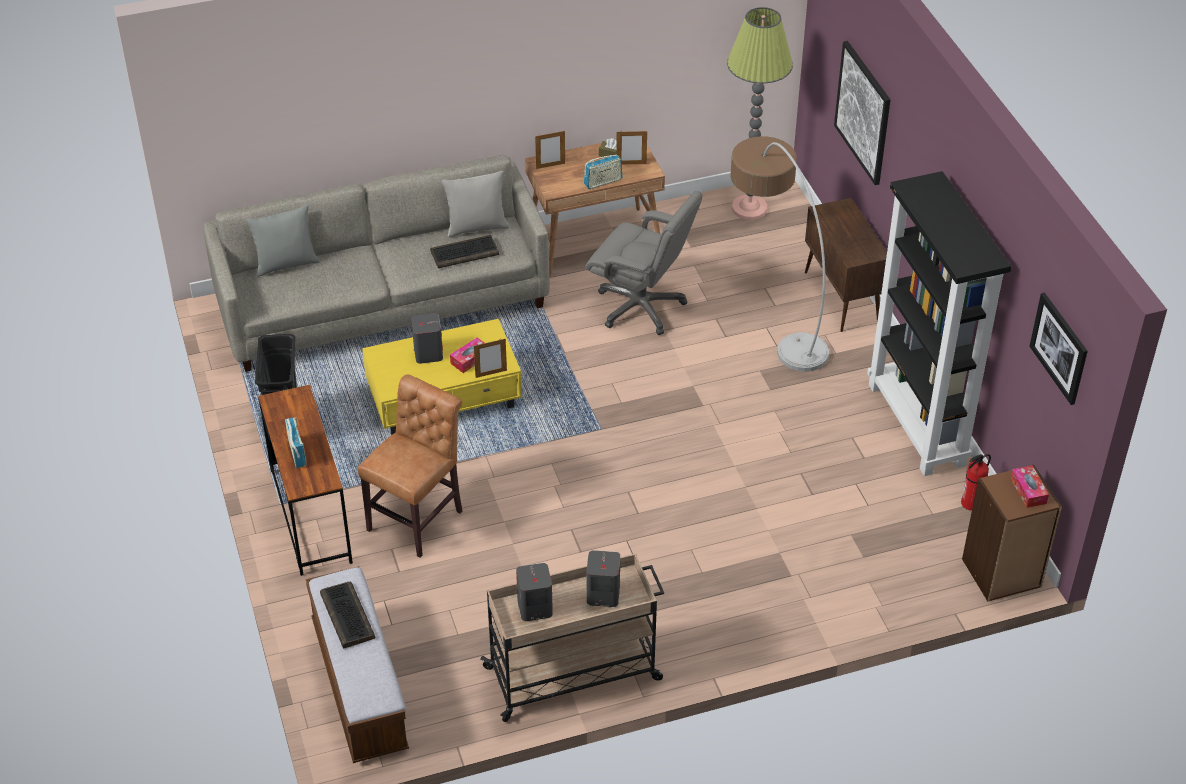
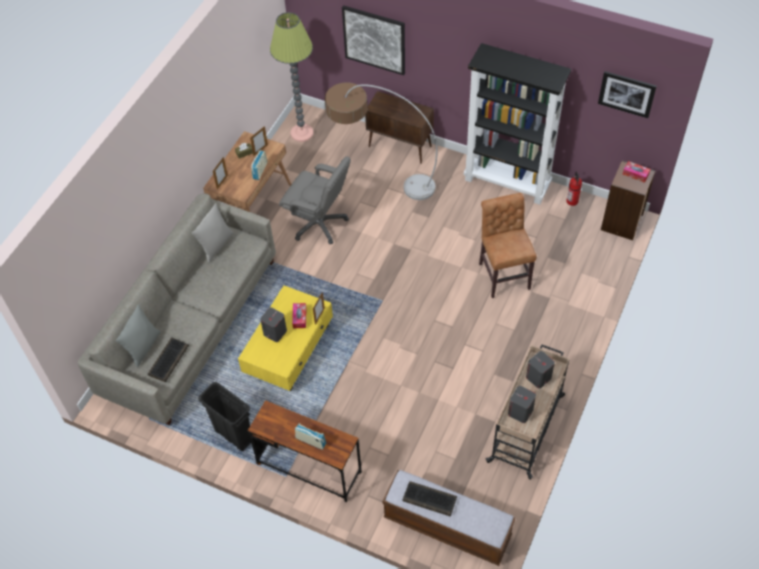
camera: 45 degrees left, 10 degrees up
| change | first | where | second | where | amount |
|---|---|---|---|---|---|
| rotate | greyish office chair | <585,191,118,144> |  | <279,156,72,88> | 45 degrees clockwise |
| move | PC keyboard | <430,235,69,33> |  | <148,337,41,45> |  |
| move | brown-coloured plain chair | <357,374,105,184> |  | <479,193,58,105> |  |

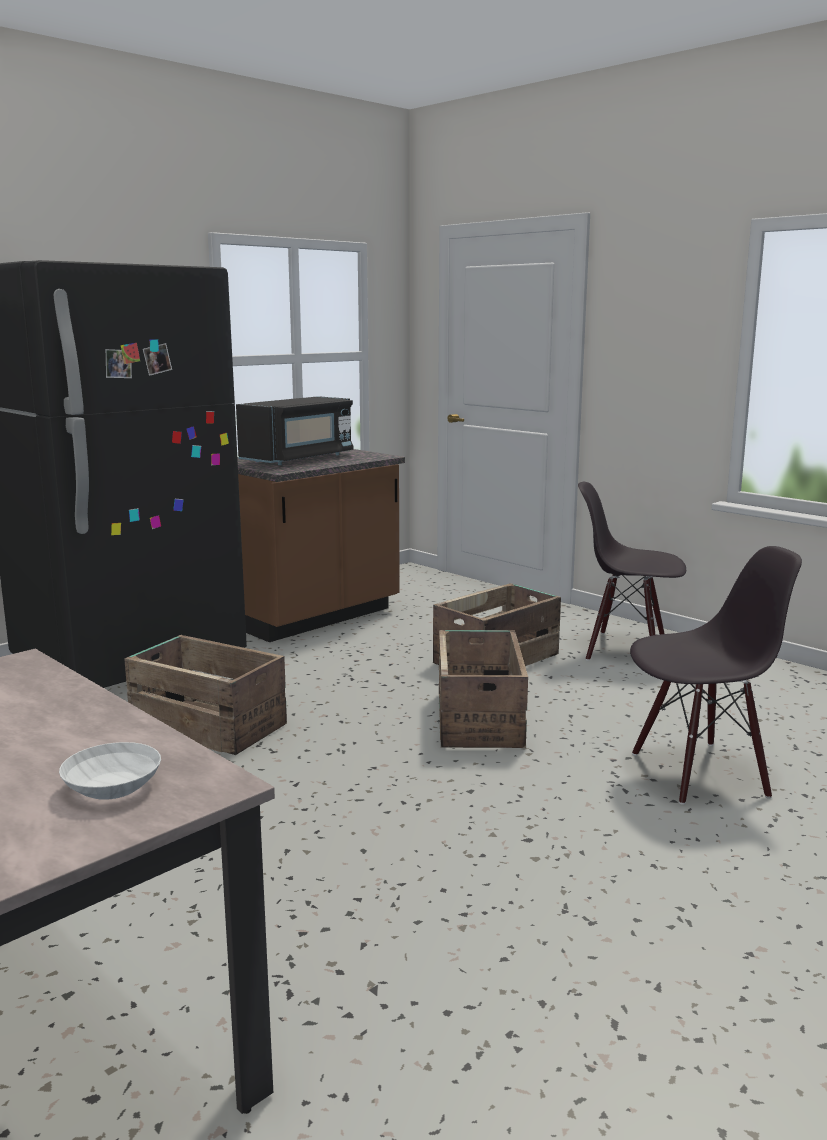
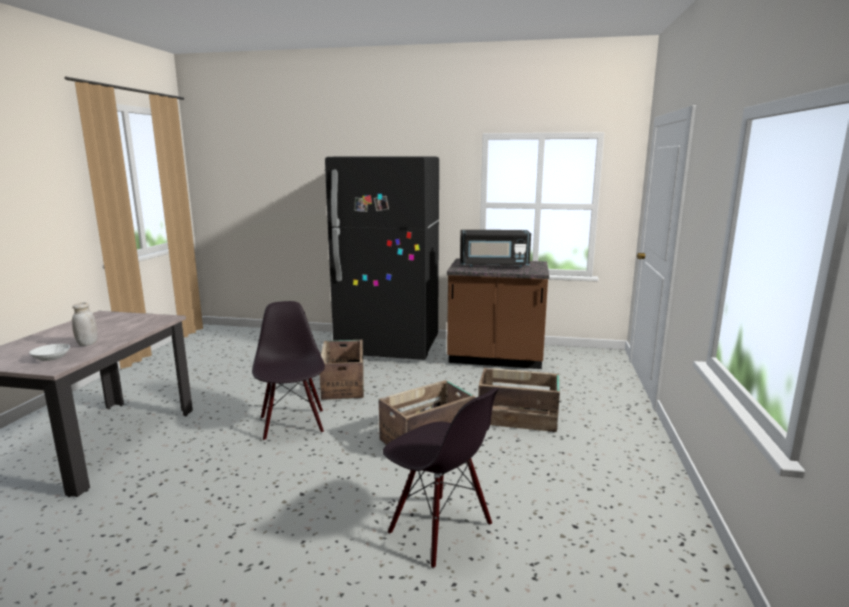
camera: 55 degrees right, 0 degrees up
| change | first | where | second | where | amount |
|---|---|---|---|---|---|
| move | black-coloured plain chair | <578,482,108,179> |  | <252,301,73,140> |  |
| insert |  |  | white-coloured storage jar | <72,302,25,44> |  |

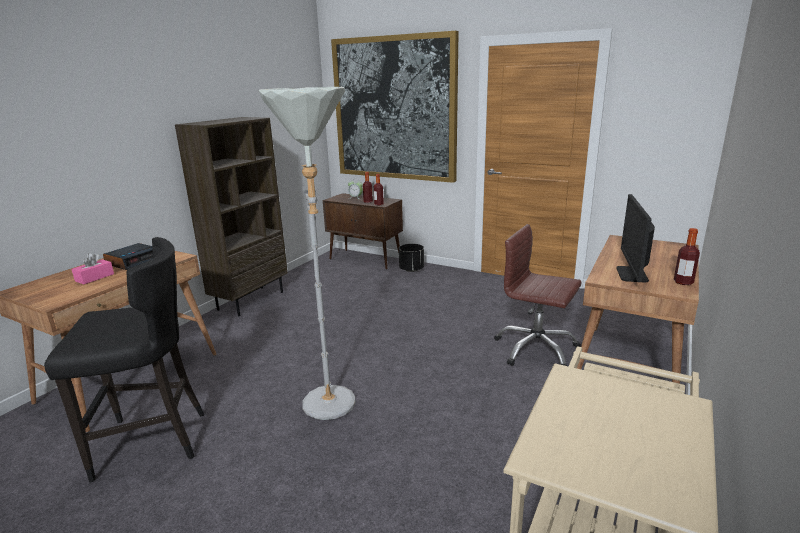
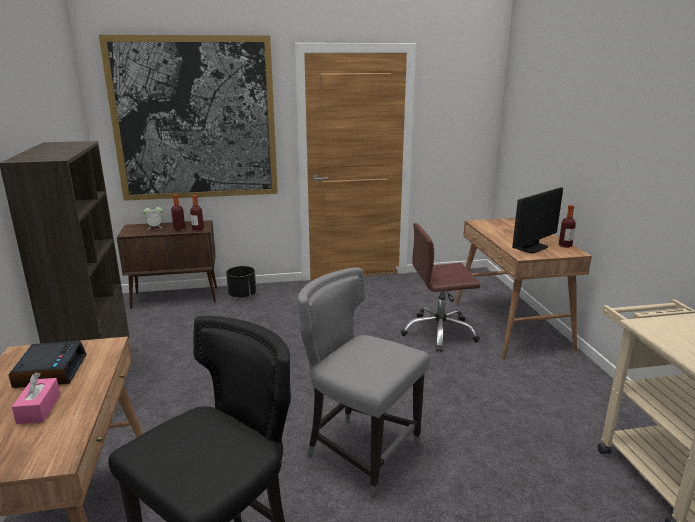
camera: 40 degrees left, 0 degrees up
| change | first | where | second | where | amount |
|---|---|---|---|---|---|
| replace | greyish floor lamp | <259,87,96,333> | greyish plain chair | <298,267,132,232> |  |
| rotate | computer display | <616,194,39,88> |  | <512,187,51,66> | 105 degrees counterclockwise |

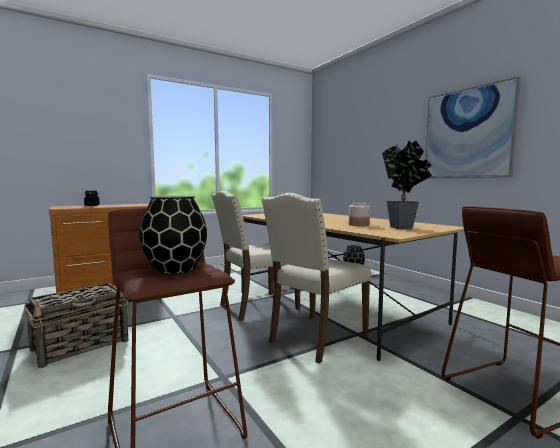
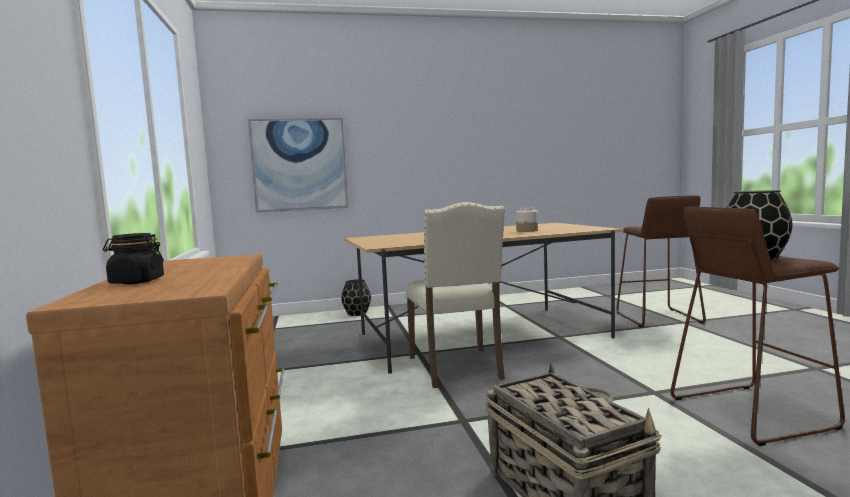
camera: 70 degrees left, 0 degrees up
| change | first | where | second | where | amount |
|---|---|---|---|---|---|
| move | wall picture | <426,76,95,103> |  | <248,118,100,95> |  |
| delete | plant in a pot | <382,141,50,88> |  |  |  |
| delete | sand-coloured plain chair | <261,193,110,170> |  |  |  |

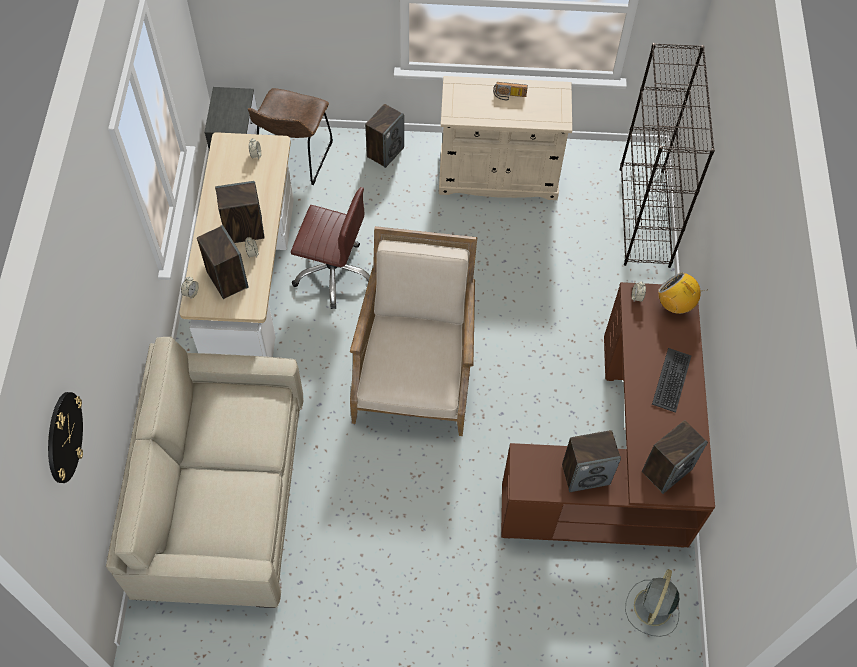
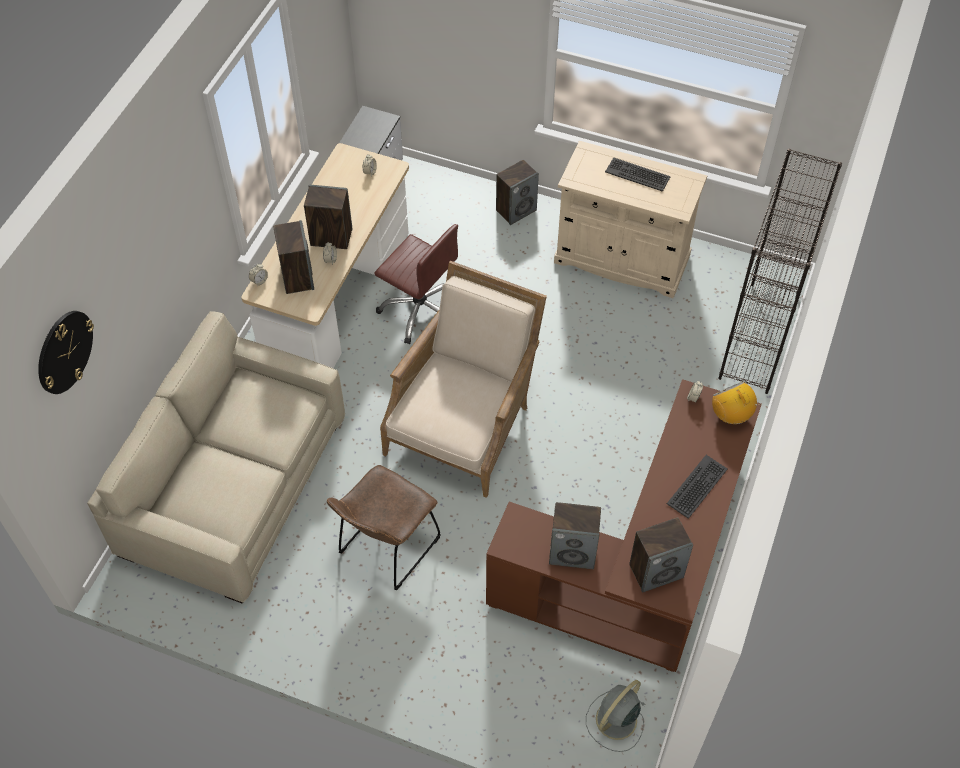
camera: 20 degrees right, 5 degrees down
| change | first | where | second | where | amount |
|---|---|---|---|---|---|
| replace | radio receiver | <493,82,35,18> | PC keyboard | <605,157,65,35> |  |
| move | brown-coloured plain chair | <248,88,85,97> |  | <327,465,113,125> |  |

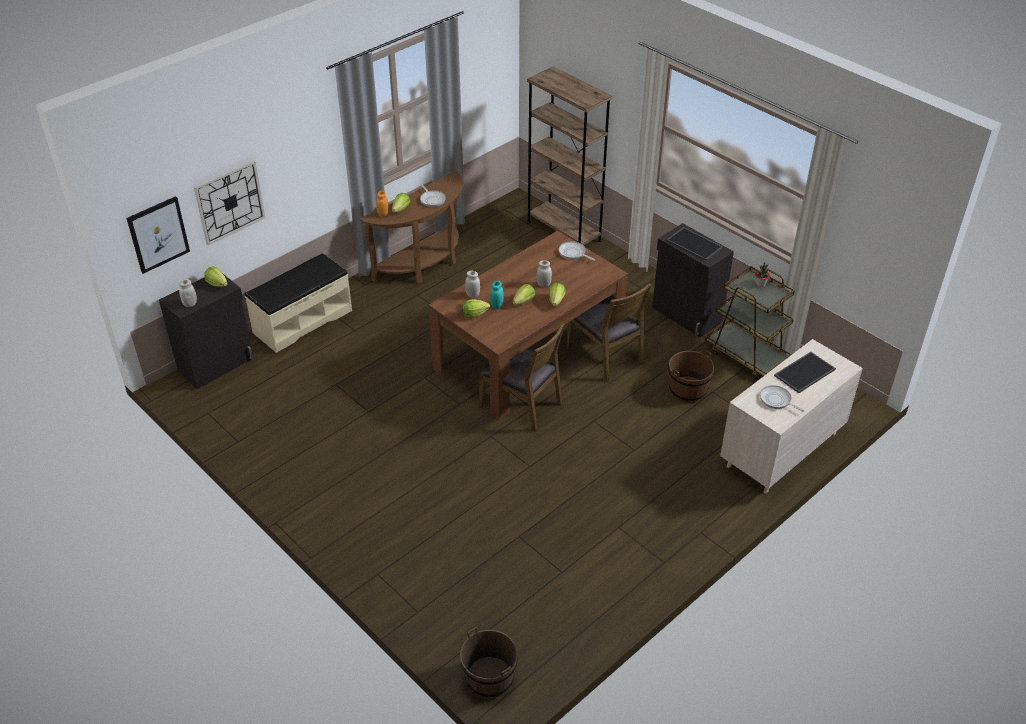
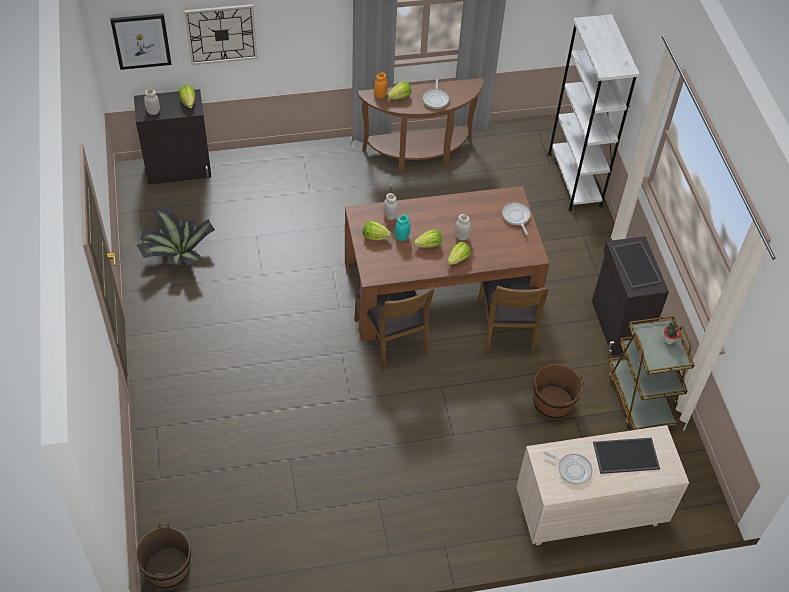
camera: 30 degrees right, 10 degrees up
| change | first | where | second | where | amount |
|---|---|---|---|---|---|
| recolor | brown-coloured bookshelf | <527,67,86,178> | white-coloured bookshelf | <547,14,93,197> |  |
| delete | sand-coloured bench | <245,253,107,100> |  |  |  |
| rotate | pan | <760,385,45,27> |  | <543,451,49,34> | 135 degrees clockwise |
| insert |  |  | plant in a pot | <137,205,78,60> |  |

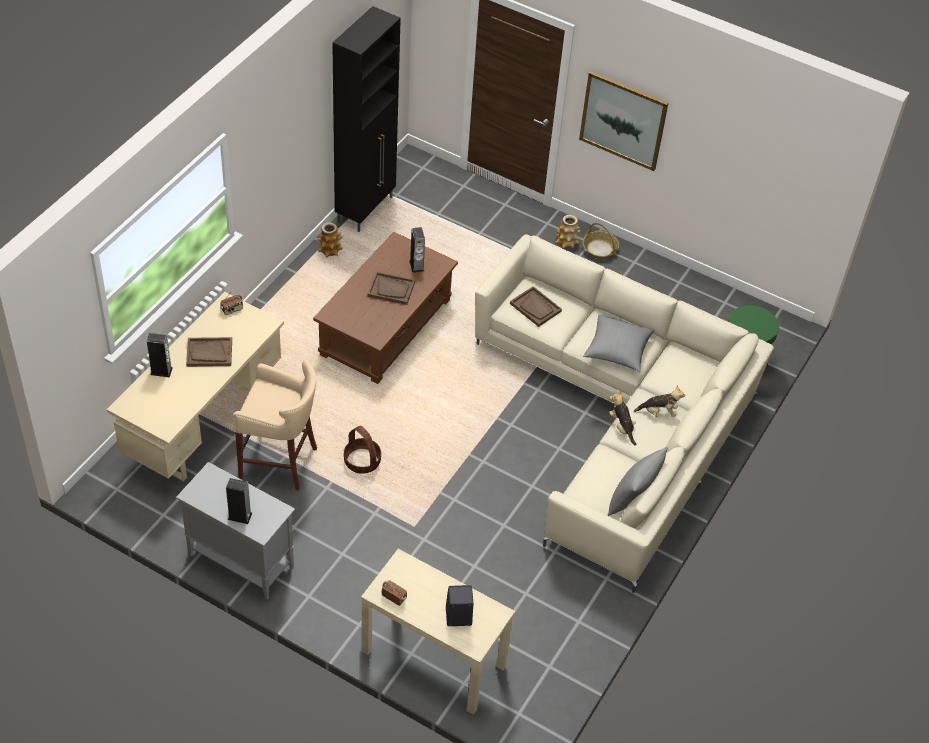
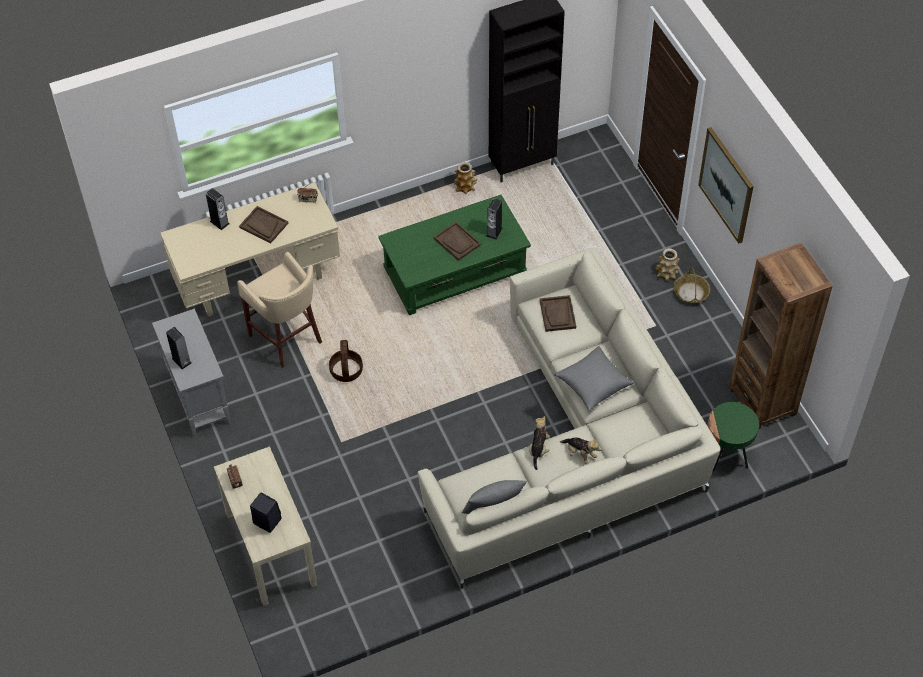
camera: 40 degrees right, 5 degrees up
| change | first | where | second | where | amount |
|---|---|---|---|---|---|
| recolor | brown-coloured low table | <313,232,145,152> | green-coloured low table | <378,195,153,121> |  |
| insert |  |  | brown-coloured bookshelf | <729,243,103,186> |  |

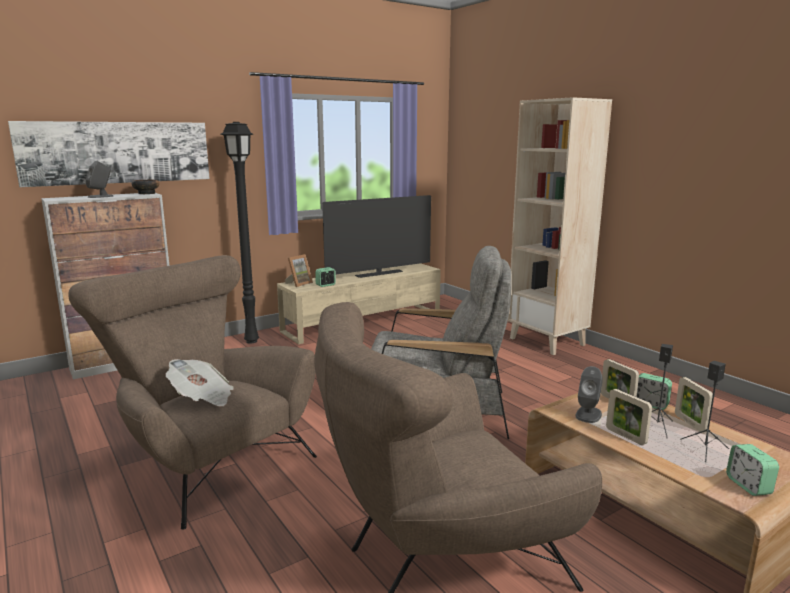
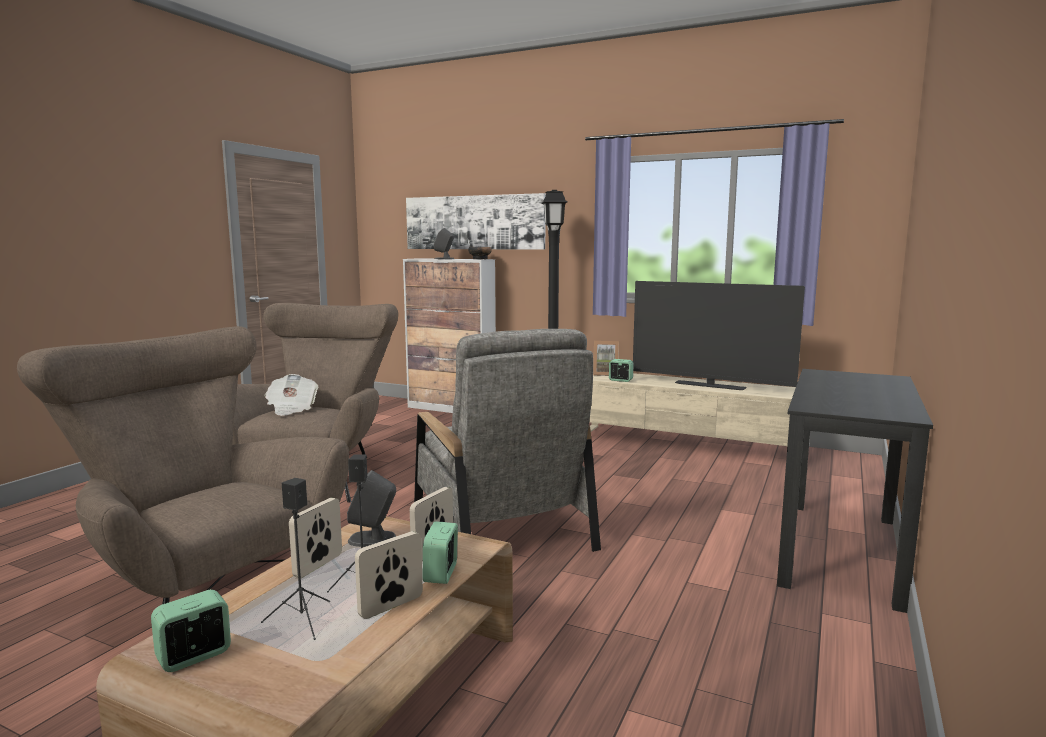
camera: 60 degrees right, 5 degrees down
| change | first | where | second | where | amount |
|---|---|---|---|---|---|
| replace | sand-coloured bookshelf | <508,97,104,258> | black-coloured desk table | <777,369,156,244> |  |

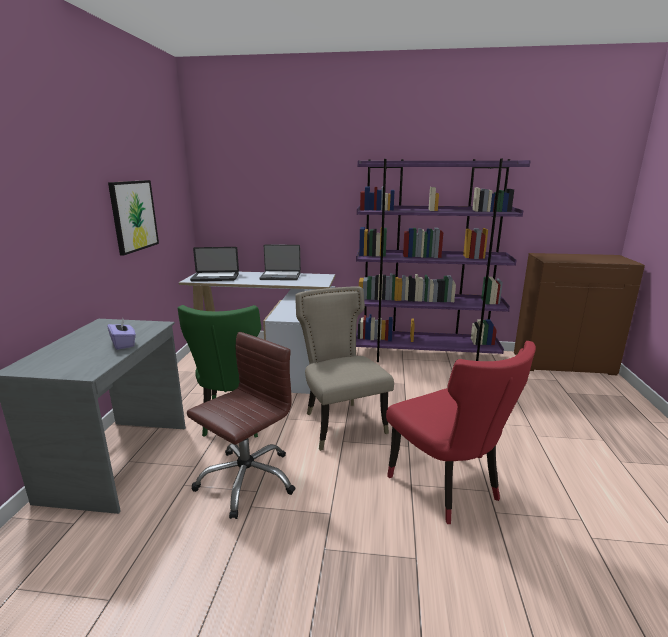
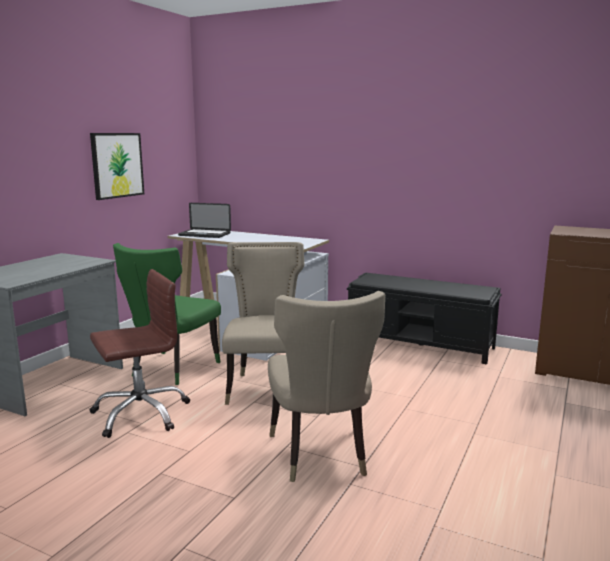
camera: 20 degrees right, 5 degrees down
| change | first | where | second | where | amount |
|---|---|---|---|---|---|
| replace | purple-coloured bookshelf | <356,159,175,203> | black-coloured bench | <347,272,155,92> |  |
| delete | notebook computer | <259,244,42,36> |  |  |  |
| delete | purple-coloured tissue box | <108,319,28,31> |  |  |  |
| recolor | red-coloured plain chair | <386,341,150,183> | sand-coloured plain chair | <268,291,117,191> |  |

